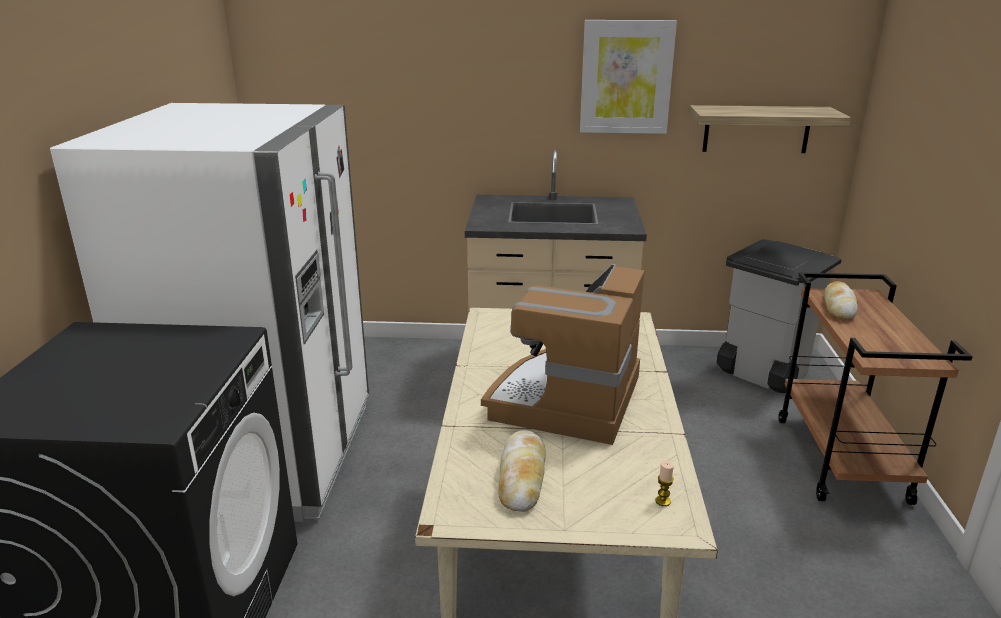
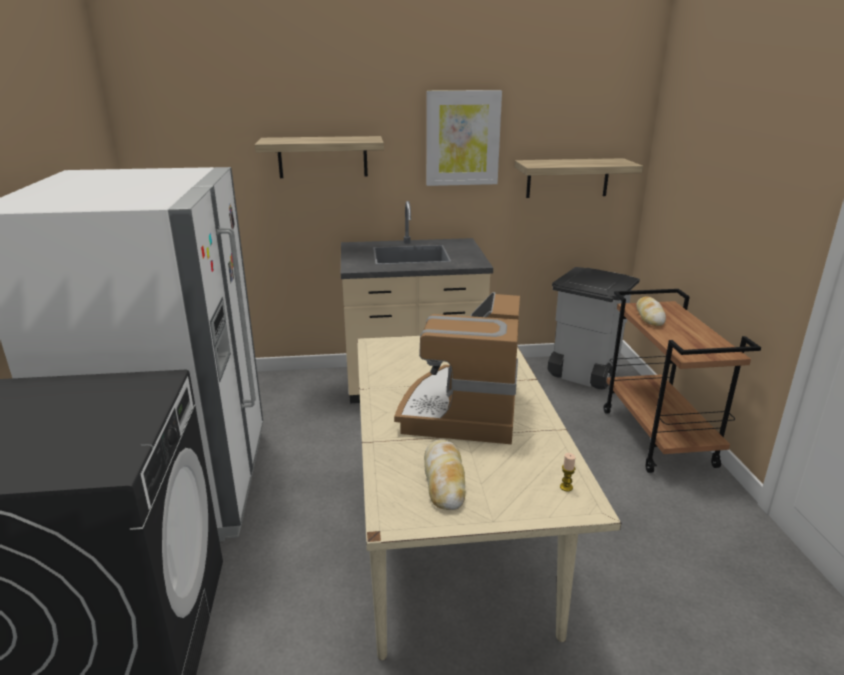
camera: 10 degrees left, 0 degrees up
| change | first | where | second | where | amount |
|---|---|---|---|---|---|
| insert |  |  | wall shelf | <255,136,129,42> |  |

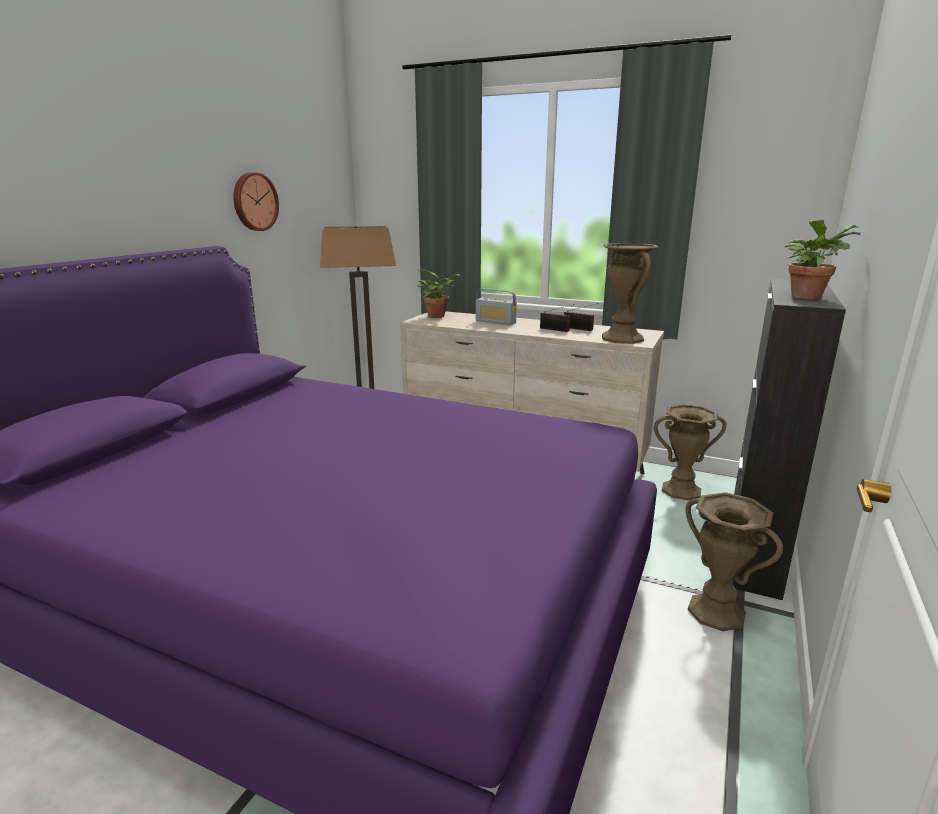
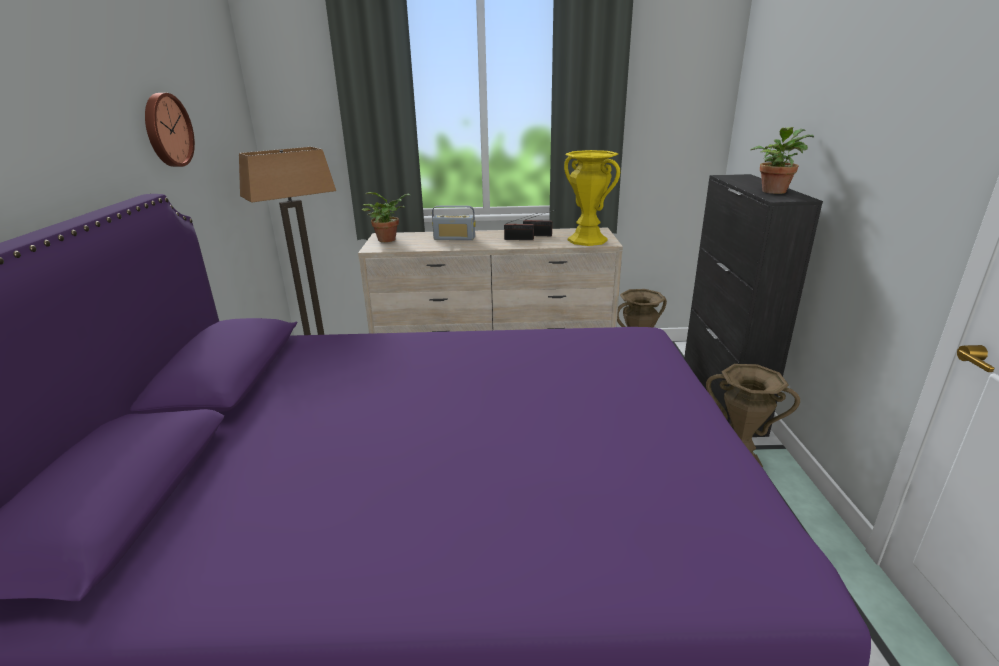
camera: 25 degrees left, 5 degrees up
| change | first | where | second | where | amount |
|---|---|---|---|---|---|
| recolor | brown-coloured vase | <602,243,57,101> | yellow vase | <564,150,56,96> |  |

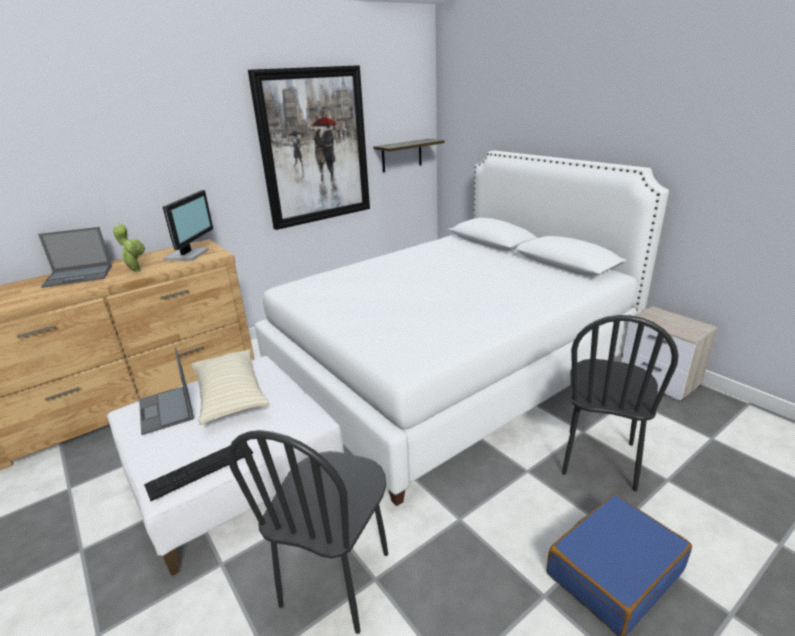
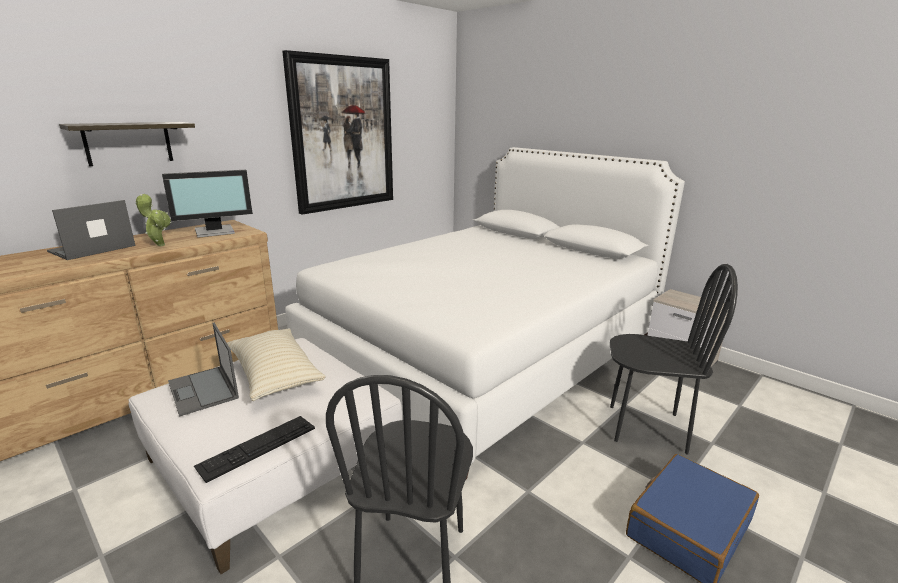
camera: 10 degrees left, 5 degrees down
| change | first | where | second | where | amount |
|---|---|---|---|---|---|
| move | wall shelf | <374,139,70,33> |  | <59,122,136,44> |  |
| rotate | computer display | <163,190,50,71> |  | <162,170,91,68> | 60 degrees clockwise |
| rotate | notebook computer | <38,227,74,61> |  | <47,200,88,60> | 150 degrees clockwise |
| rotate | black-coloured plain chair | <562,315,117,176> |  | <610,264,128,190> | 90 degrees counterclockwise |

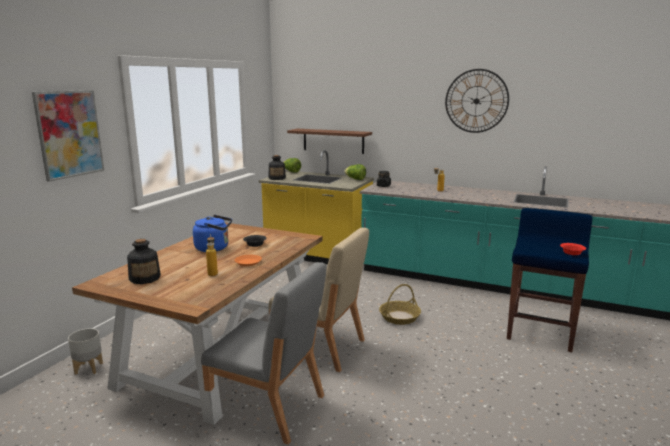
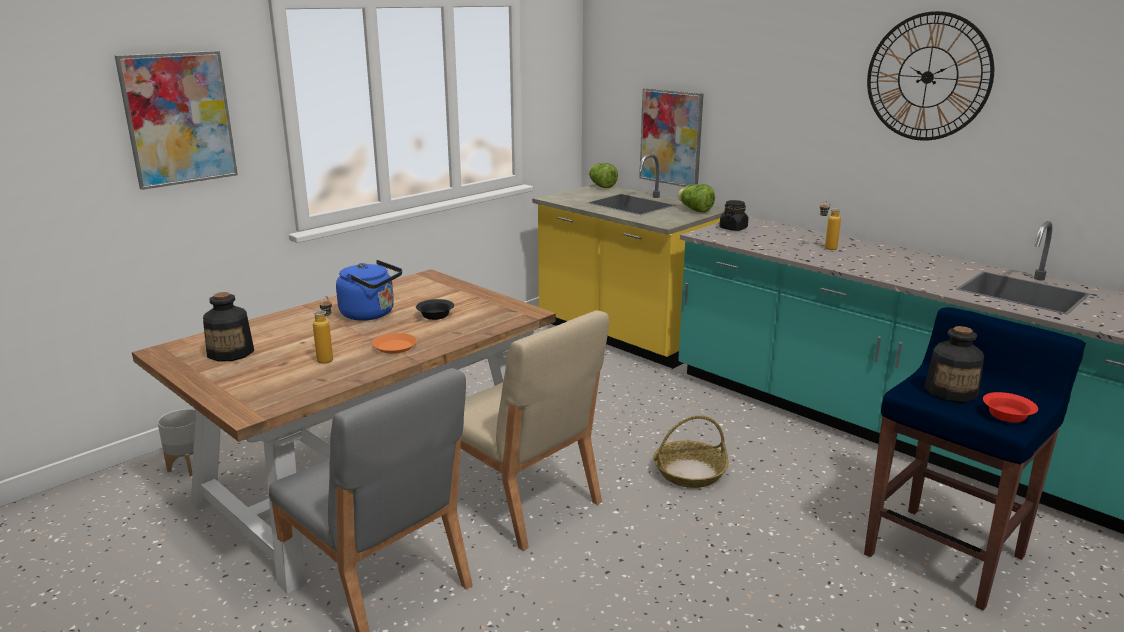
camera: 20 degrees right, 5 degrees up
| change | first | where | second | where | amount |
|---|---|---|---|---|---|
| replace | brown-coloured wall shelf | <287,129,85,25> | wall picture | <639,88,65,99> |  |
| move | drink bottle | <269,155,17,25> |  | <925,326,59,77> |  |

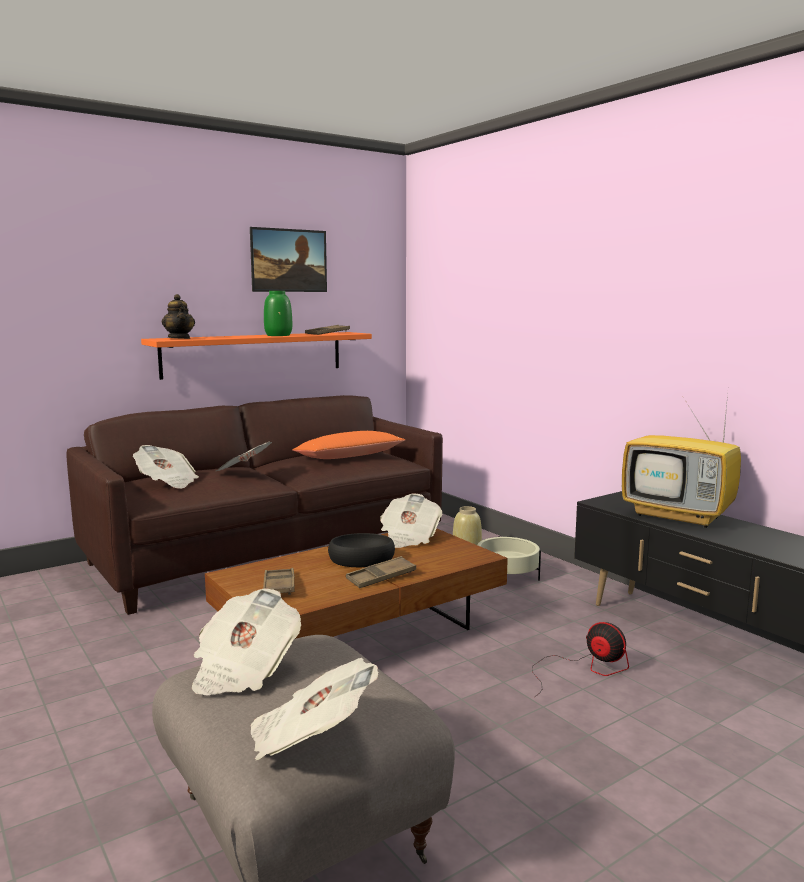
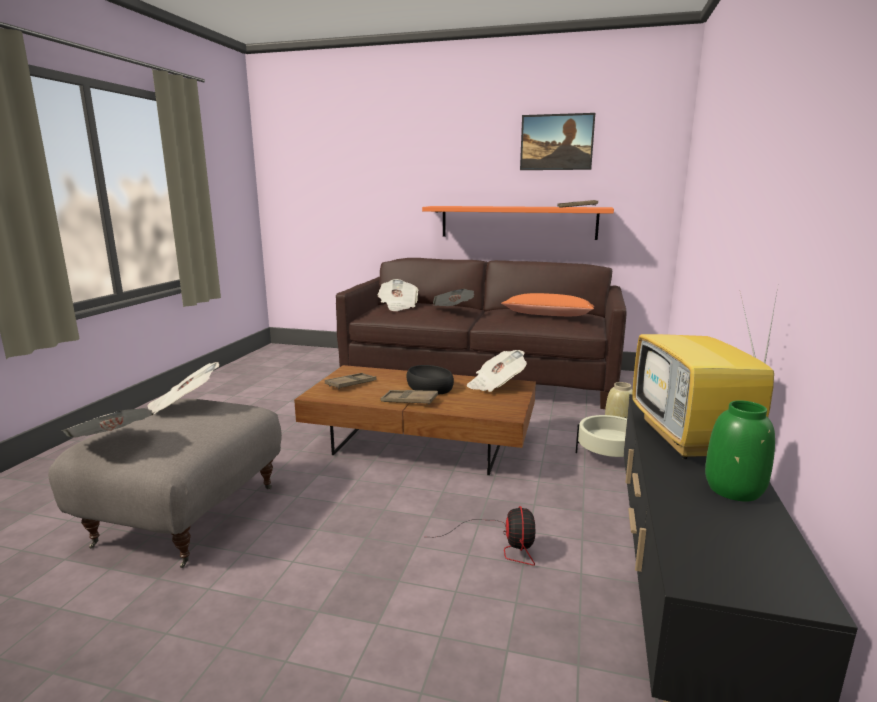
camera: 50 degrees right, 5 degrees up
| change | first | where | second | where | amount |
|---|---|---|---|---|---|
| move | green-coloured vase | <264,291,28,45> |  | <705,400,70,102> |  |
| delete | pot for tea | <162,294,33,45> |  |  |  |

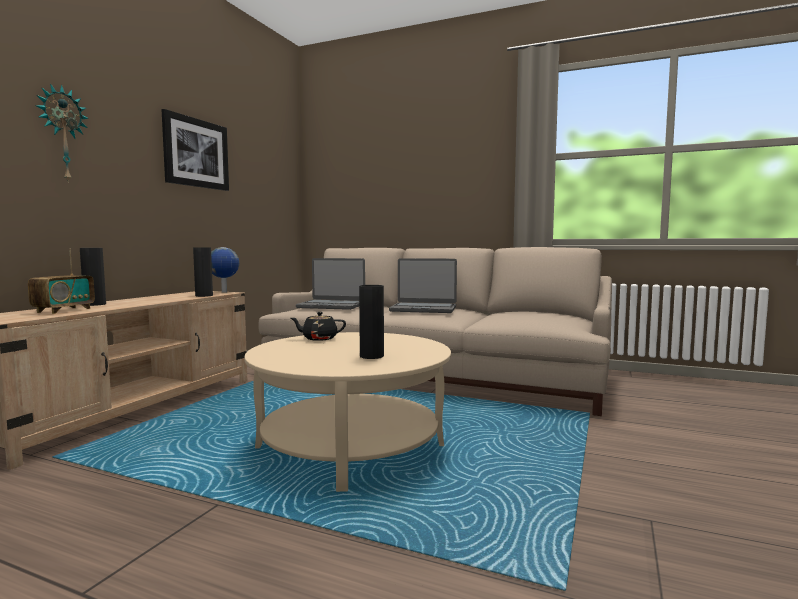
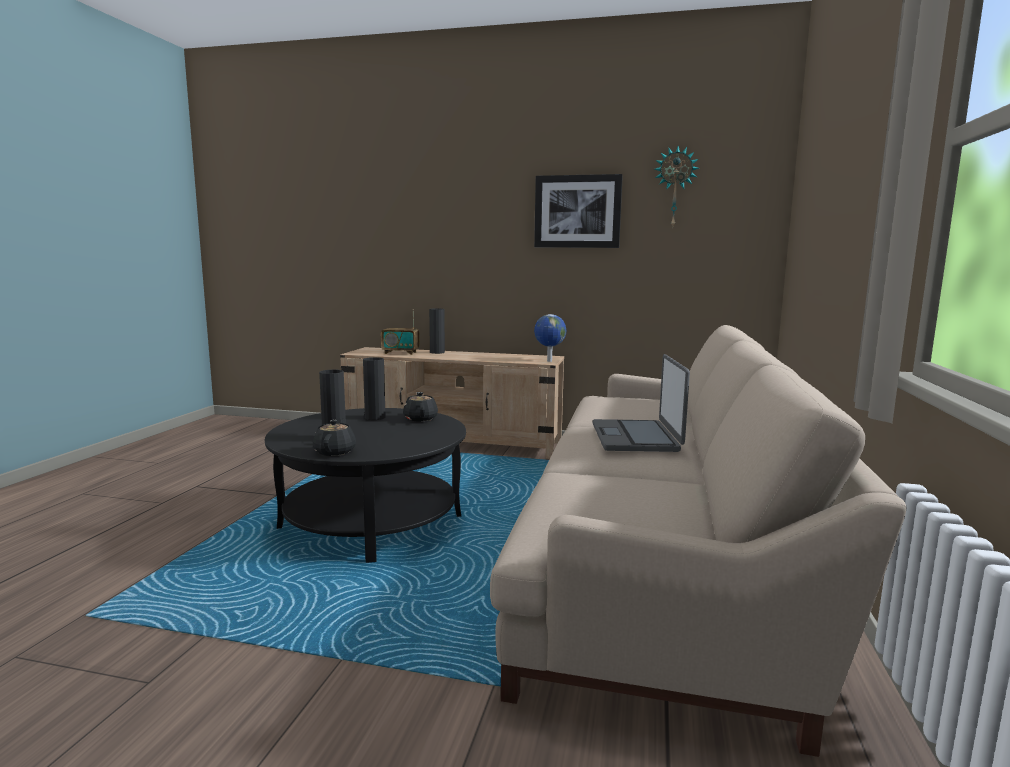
camera: 80 degrees right, 5 degrees up
| change | first | where | second | where | amount |
|---|---|---|---|---|---|
| move | wall clock | <36,83,53,100> |  | <654,146,45,81> |  |
| move | black-coloured vase | <193,247,20,50> |  | <363,357,23,63> |  |
| delete | notebook computer | <296,258,69,52> |  |  |  |
| recolor | sand-coloured low table | <245,332,206,160> | black-coloured low table | <265,408,201,155> |  |
| insert |  |  | black-coloured pot for tea | <313,418,43,38> |  |

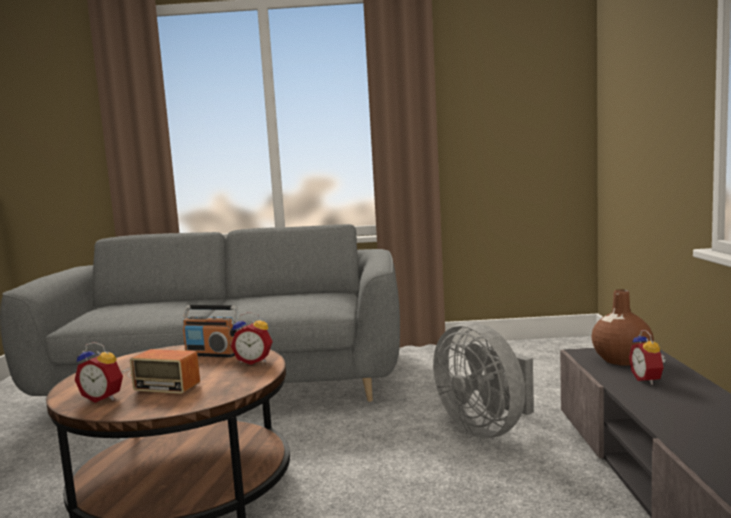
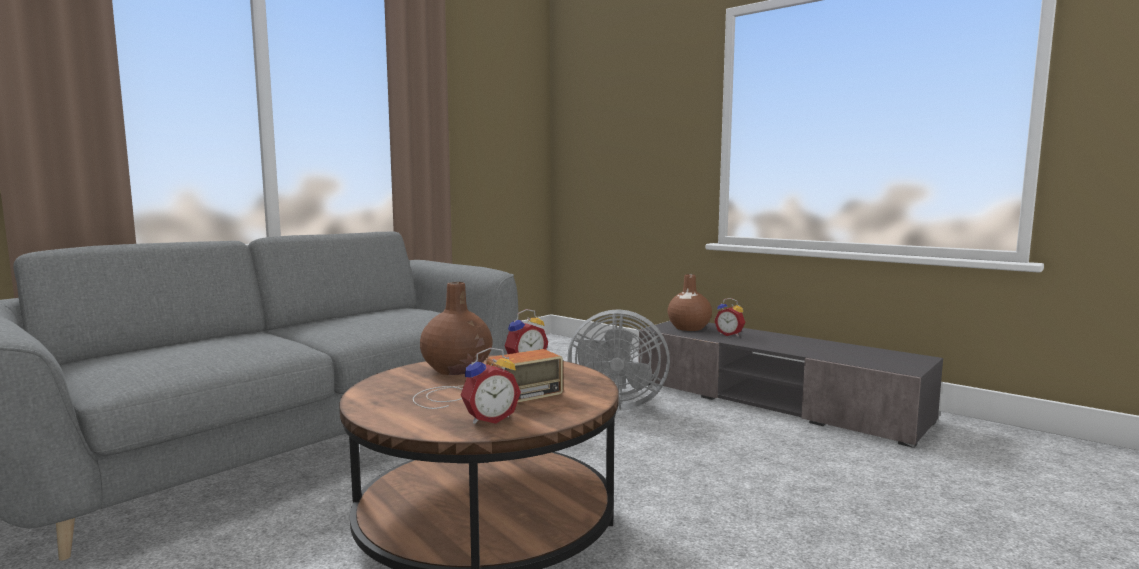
camera: 50 degrees left, 0 degrees up
| change | first | where | second | where | amount |
|---|---|---|---|---|---|
| replace | radio receiver | <182,305,56,52> | brown-coloured vase | <420,282,72,93> |  |

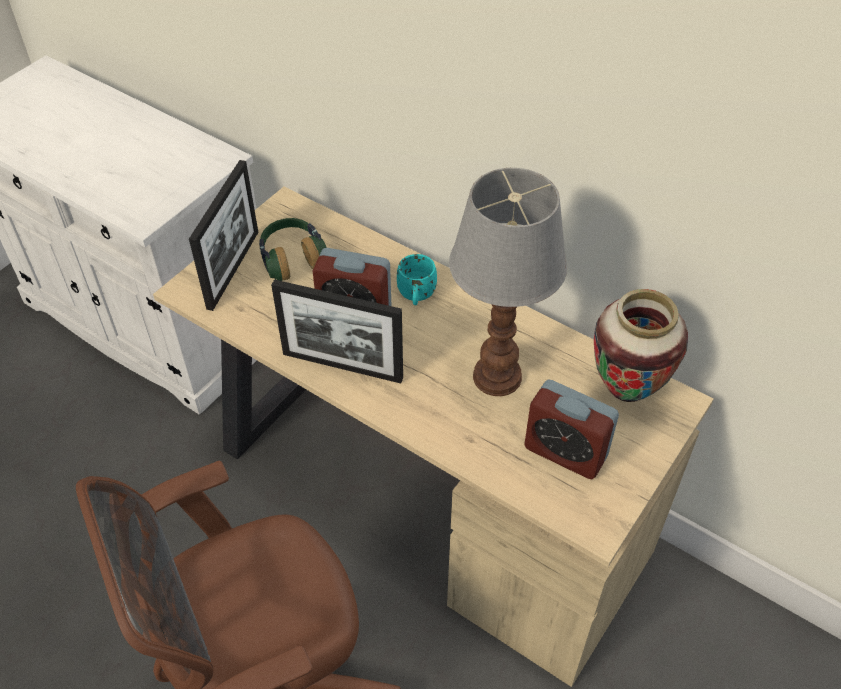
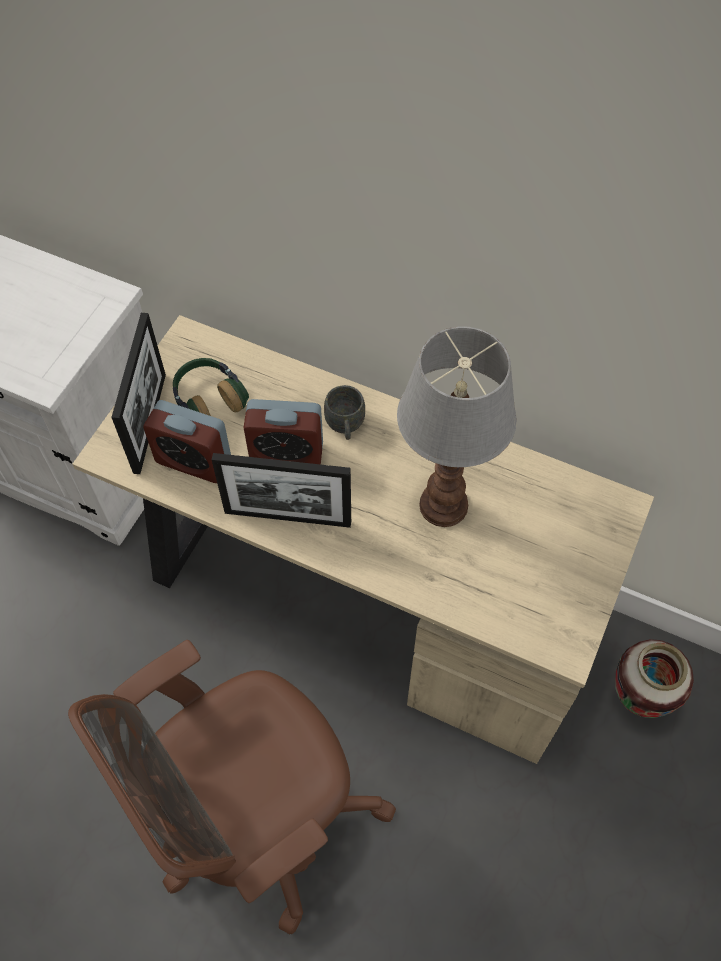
camera: 10 degrees left, 10 degrees up
| change | first | where | second | where | amount |
|---|---|---|---|---|---|
| recolor | turquoise-coloured tea mug | <397,254,40,51> | greyish tea mug | <324,385,41,55> |  |
| move | vase | <594,289,94,113> |  | <615,639,79,79> |  |
| move | table clock | <524,379,95,100> |  | <143,400,88,83> |  |

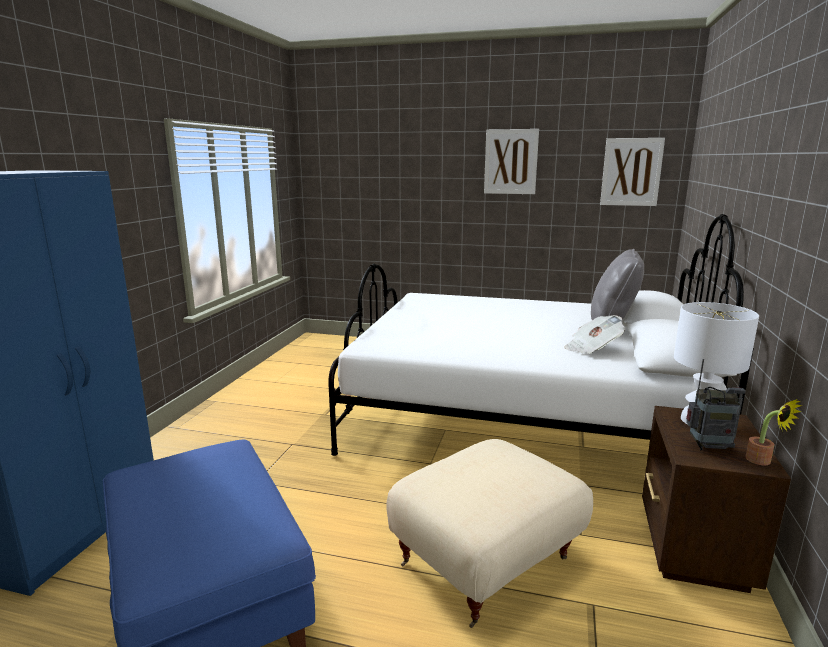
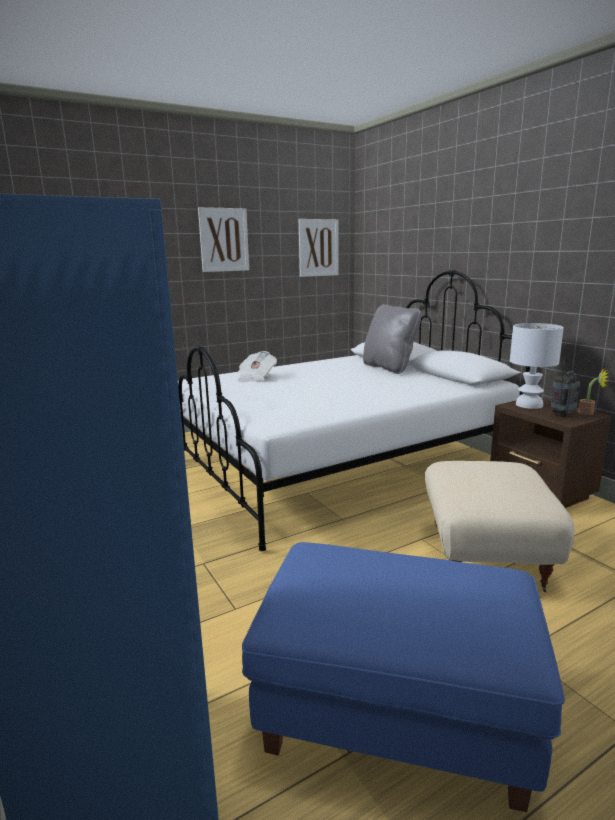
camera: 45 degrees left, 0 degrees up
| change | first | where | second | where | amount |
|---|---|---|---|---|---|
| move | newspaper | <564,315,61,39> |  | <238,351,39,31> |  |

